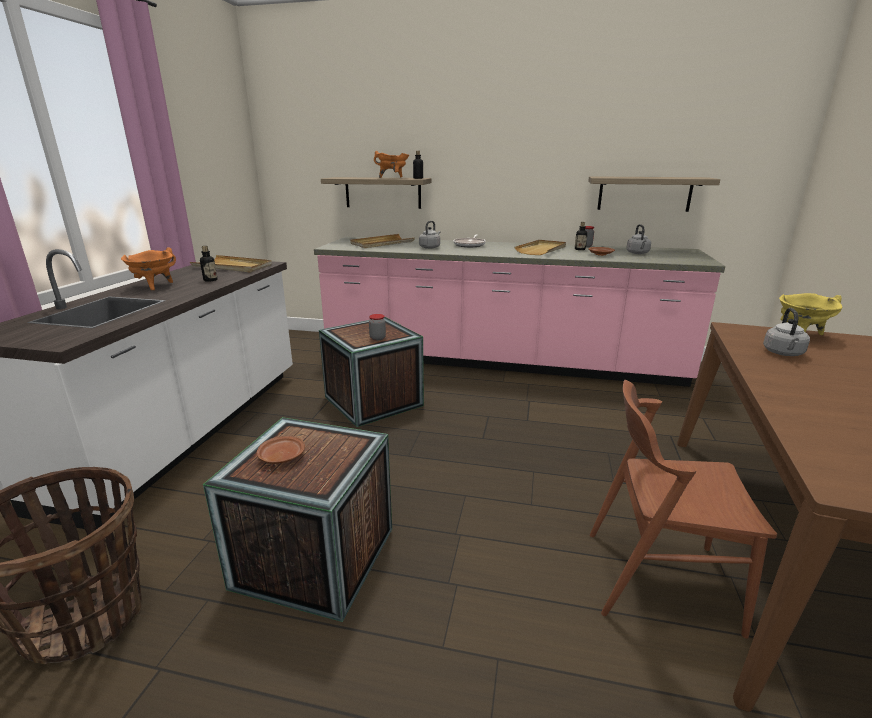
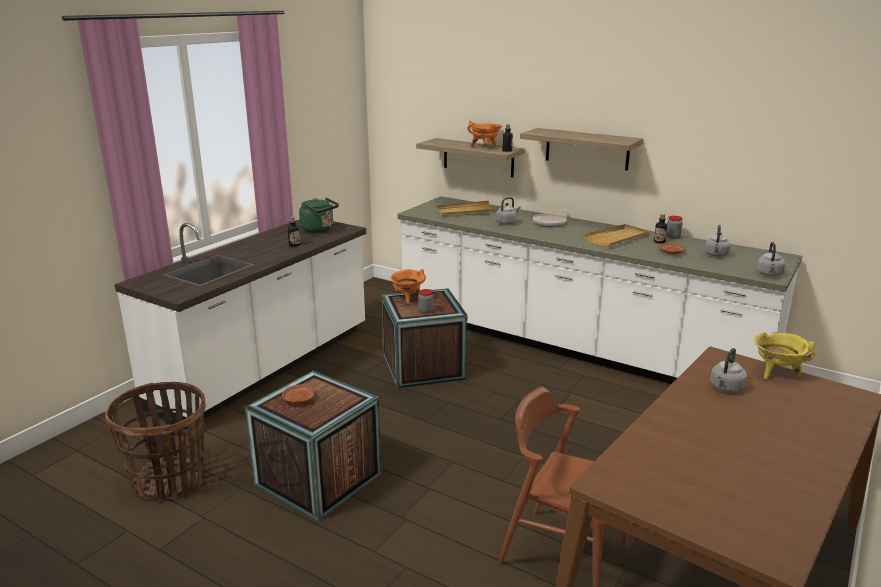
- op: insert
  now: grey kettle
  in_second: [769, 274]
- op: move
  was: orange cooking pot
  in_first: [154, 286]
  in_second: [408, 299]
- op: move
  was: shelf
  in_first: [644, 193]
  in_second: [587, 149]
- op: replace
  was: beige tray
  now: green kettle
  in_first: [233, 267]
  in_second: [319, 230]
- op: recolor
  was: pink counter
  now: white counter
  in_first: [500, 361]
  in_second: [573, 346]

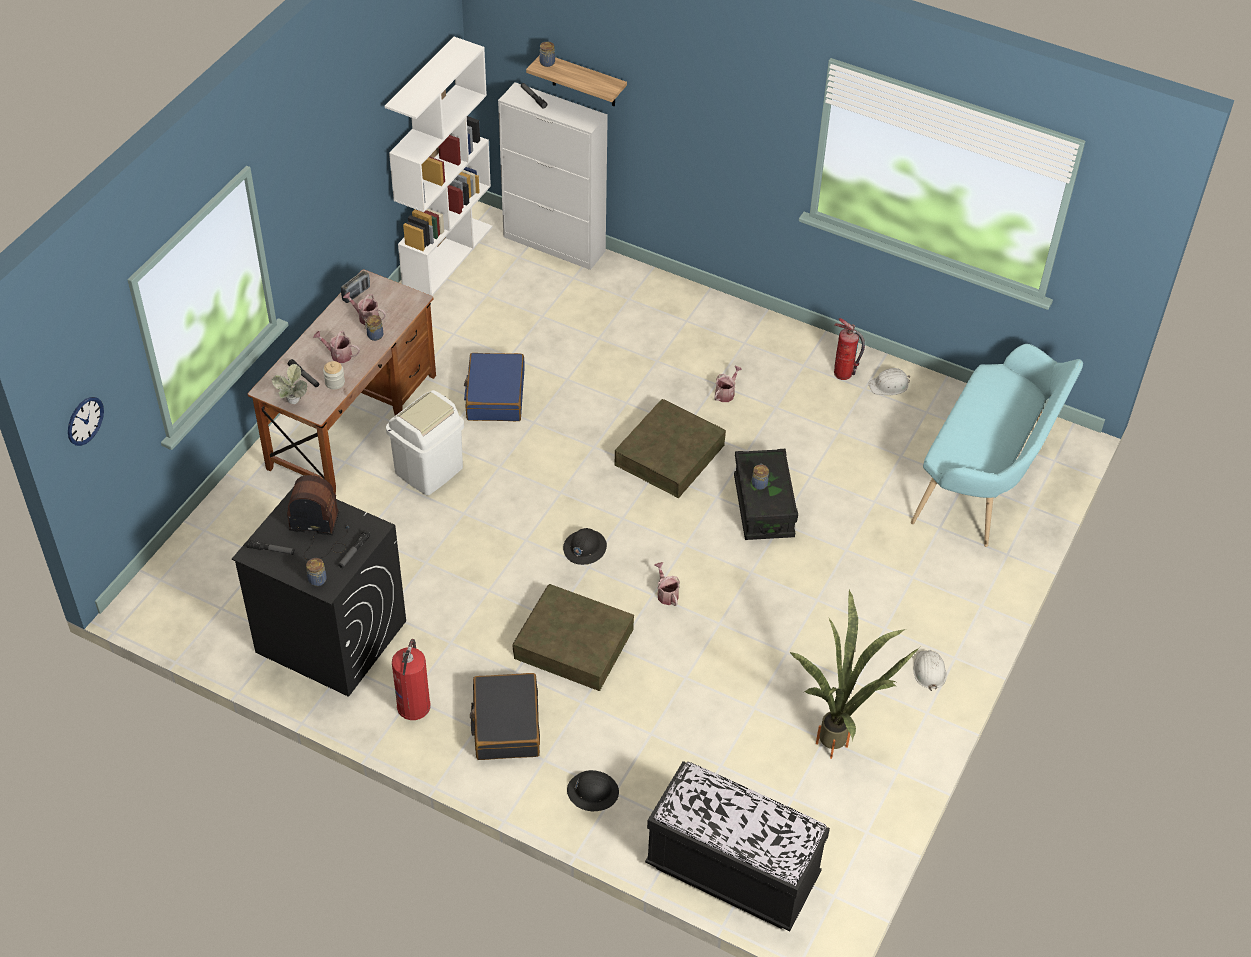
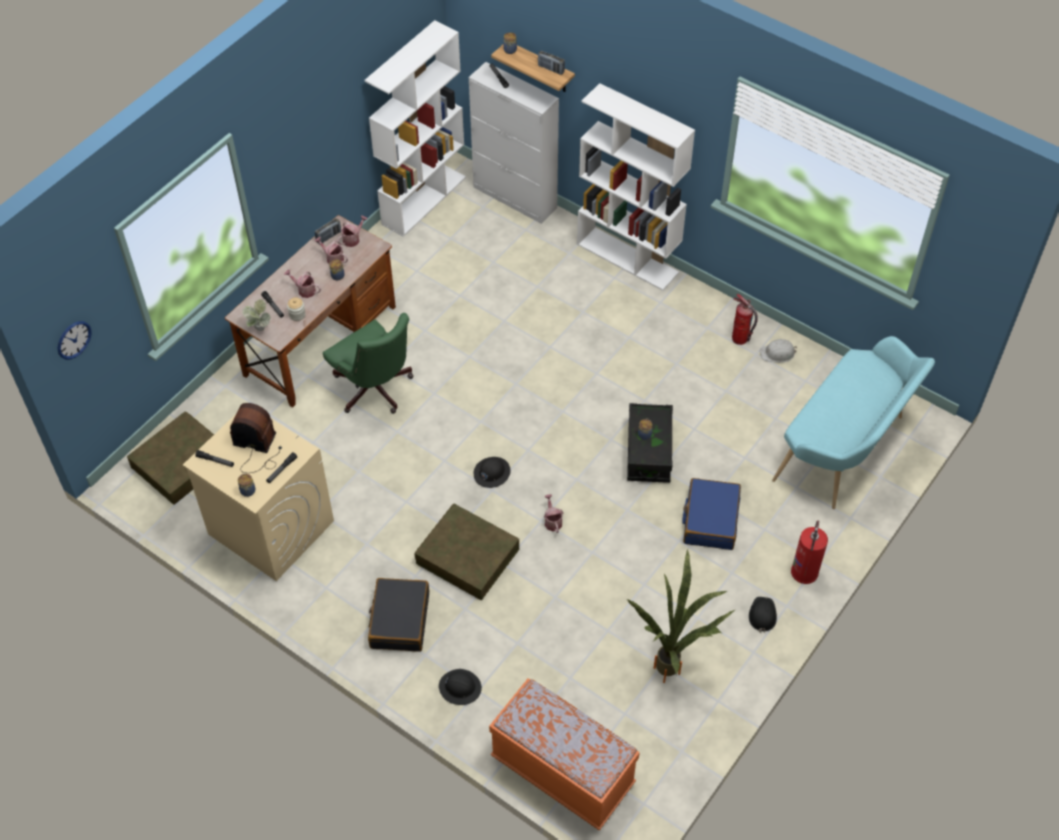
- op: insert
  now: radio
  in_second: [551, 69]
- op: insert
  now: white bookcase
  in_second: [628, 258]
- op: move
  was: fire extinguisher
  in_first: [414, 705]
  in_second: [805, 571]
- op: move
  was: blue suitcase
  in_first: [495, 395]
  in_second: [710, 520]
- op: move
  was: brown storage box
  in_first: [669, 455]
  in_second: [181, 462]
- op: move
  was: watering can
  in_first: [726, 393]
  in_second: [353, 239]
- op: replace
  was: white trash can
  now: green office chair
  in_first: [429, 471]
  in_second: [375, 391]
- op: recolor
  was: black washing machine
  now: beige washing machine
  in_first: [330, 636]
  in_second: [270, 527]
- op: recolor
  was: black bench
  now: orange bench
  in_first: [732, 872]
  in_second: [562, 772]
- op: recolor
  was: white hard hat
  now: black hard hat
  in_first: [929, 671]
  in_second: [762, 615]

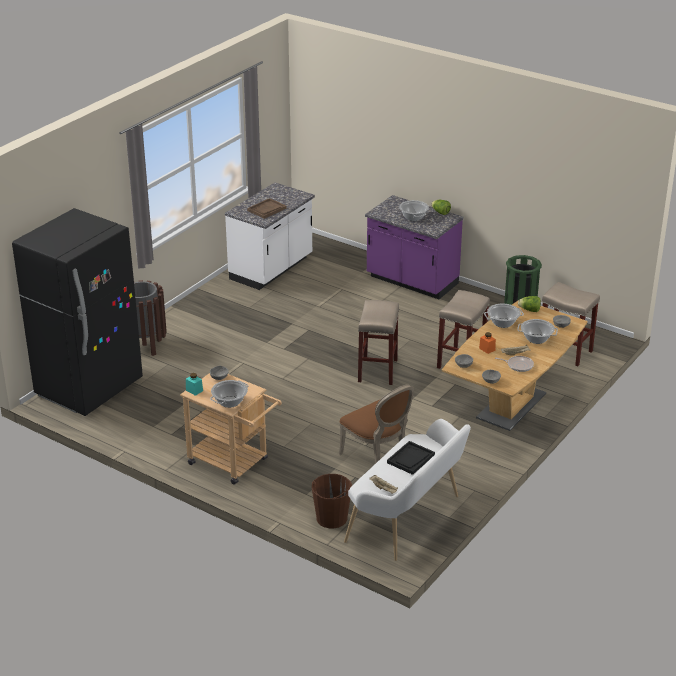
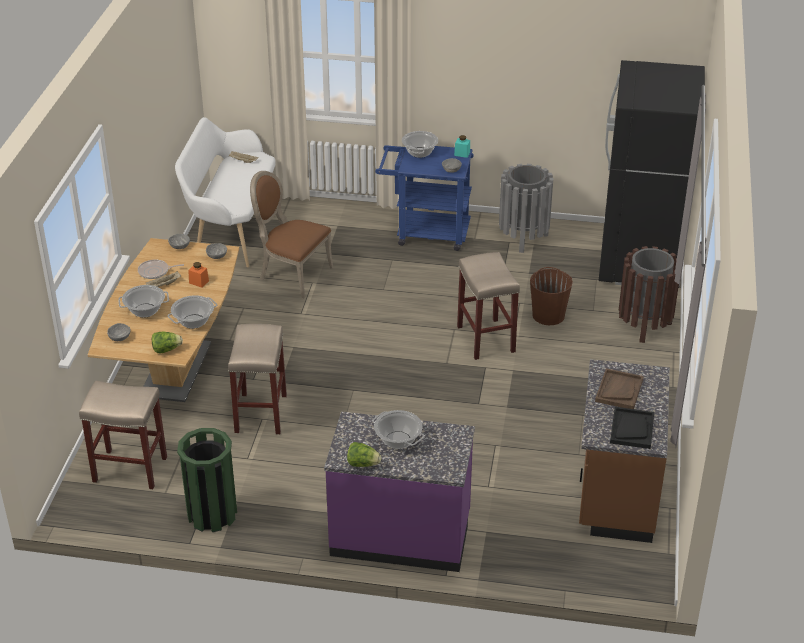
- op: insert
  now: grey trash can
  in_second: [523, 238]
- op: move
  was: brown bucket
  in_first: [331, 518]
  in_second: [548, 315]
- op: move
  was: beige stool
  in_first: [378, 371]
  in_second: [485, 338]
- op: move
  was: black tray
  in_first: [410, 459]
  in_second: [631, 429]
- op: recolor
  was: beige cart
  now: blue cart
  in_first: [233, 463]
  in_second: [425, 233]
- op: recolor
  was: white counter
  now: brown counter
  in_first: [272, 269]
  in_second: [615, 493]

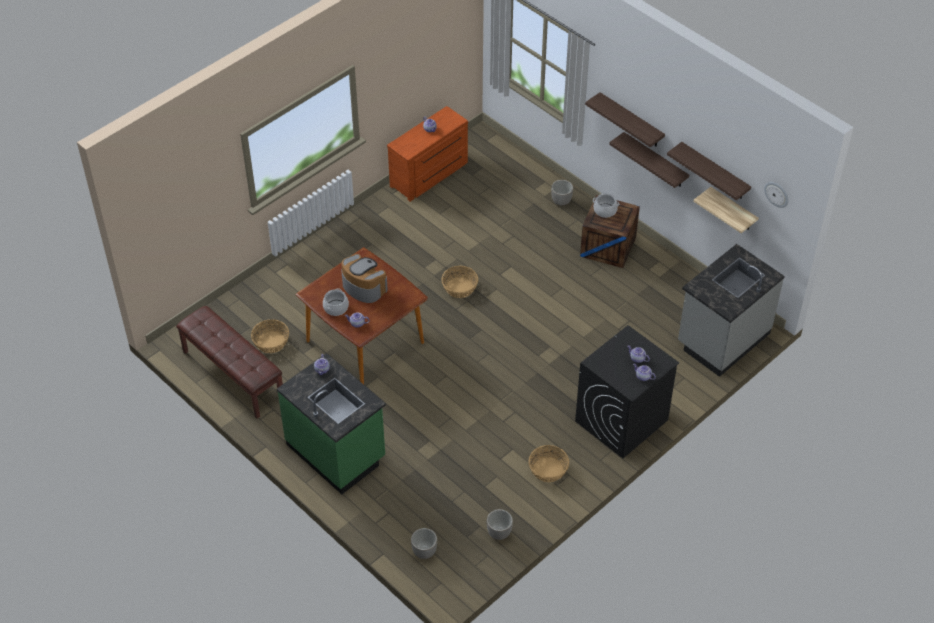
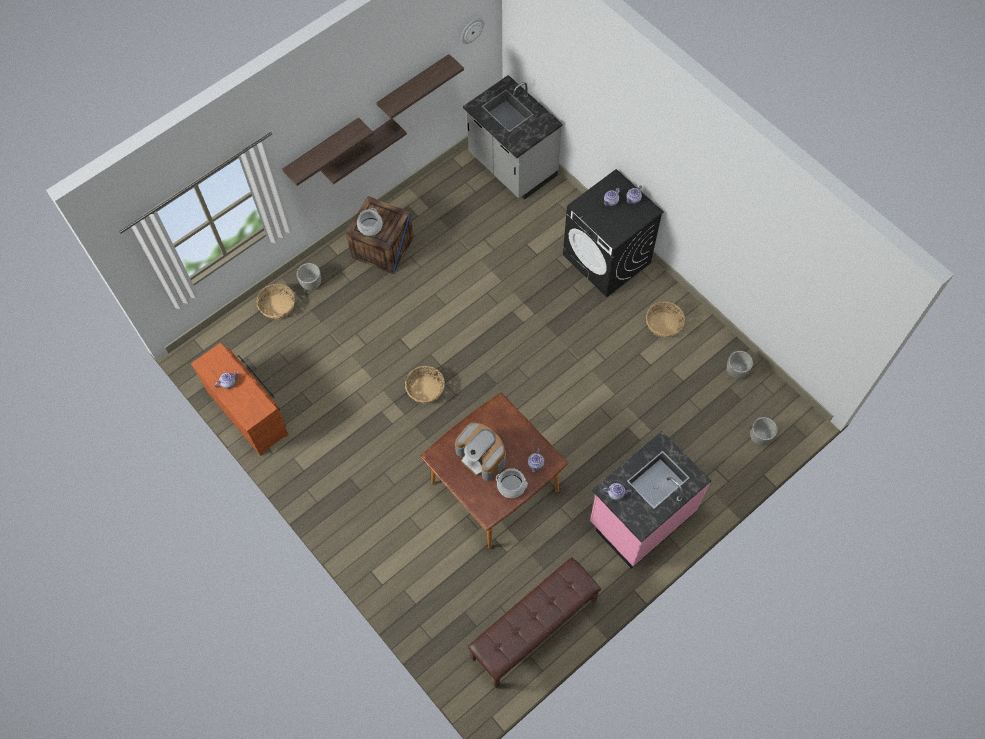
- op: delete
  was: shelf
  in_first: [733, 210]
- op: move
  was: basket
  in_first: [271, 342]
  in_second: [278, 306]
- op: recolor
  was: green counter
  now: pink counter
  in_first: [337, 451]
  in_second: [640, 517]
- op: rotate
  was: coffee machine
  in_first: [363, 287]
  in_second: [482, 456]
  clockwise: -90

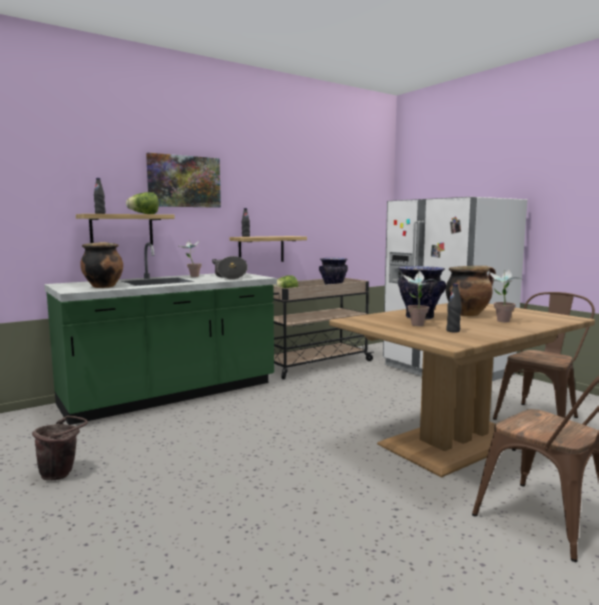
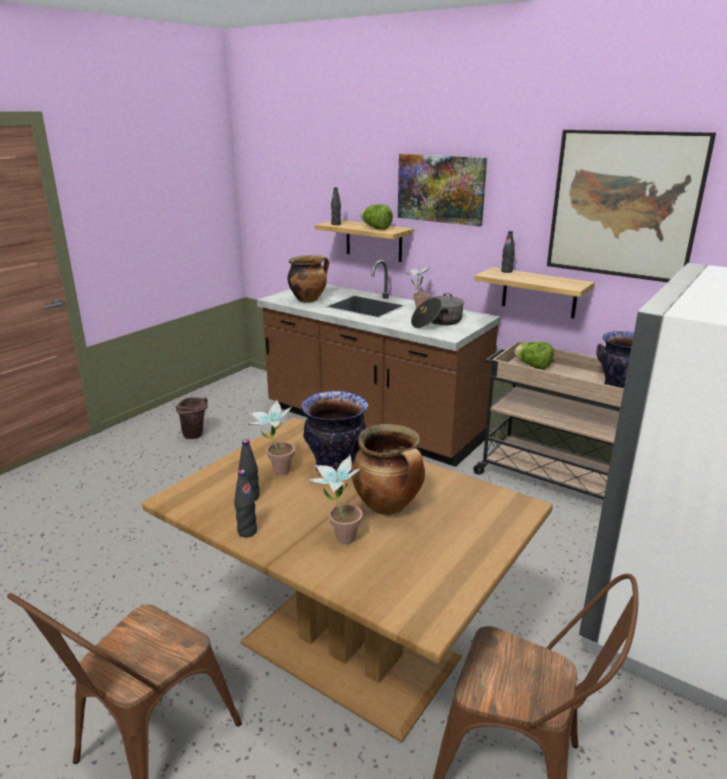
- op: insert
  now: black bottle
  in_second: [247, 532]
- op: insert
  now: picture
  in_second: [624, 205]
- op: recolor
  was: green counter
  now: brown counter
  in_first: [171, 394]
  in_second: [372, 425]

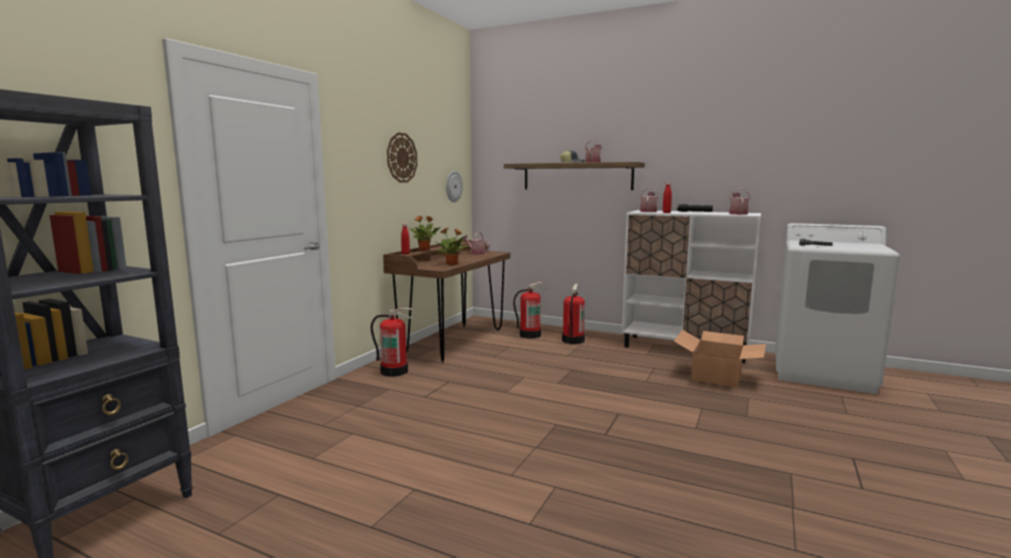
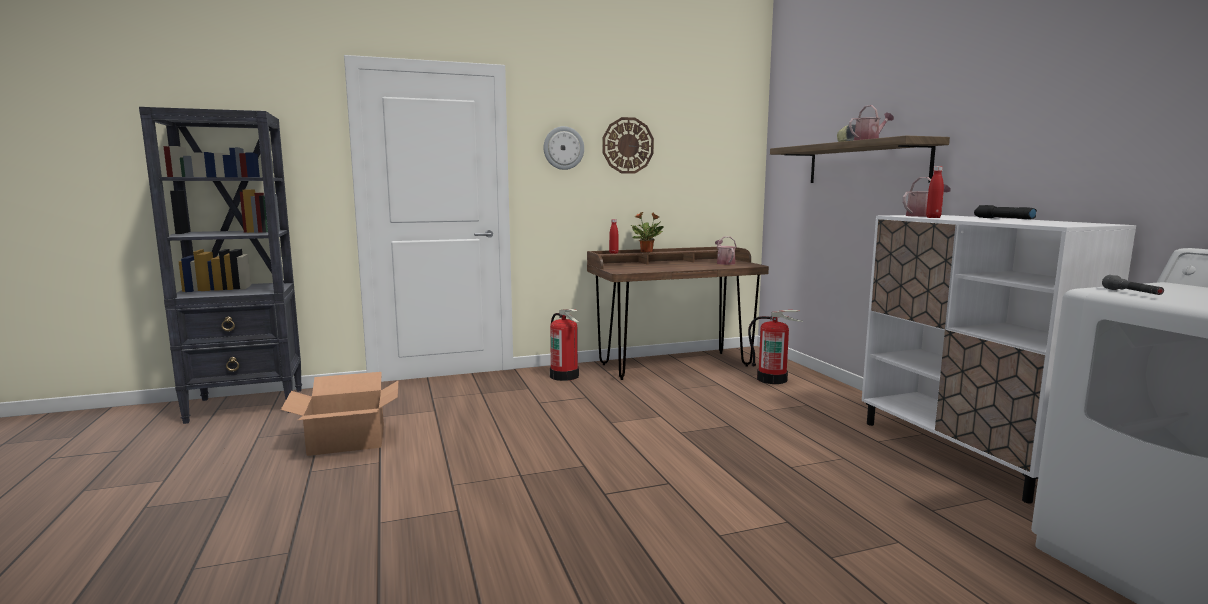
- op: delete
  was: potted plant
  in_first: [452, 264]
- op: delete
  was: fire extinguisher
  in_first: [572, 340]
- op: delete
  was: watering can
  in_first: [738, 213]
- op: move
  was: wall clock
  in_first: [453, 186]
  in_second: [563, 148]
- op: move
  was: cardboard box
  in_first: [717, 376]
  in_second: [347, 440]

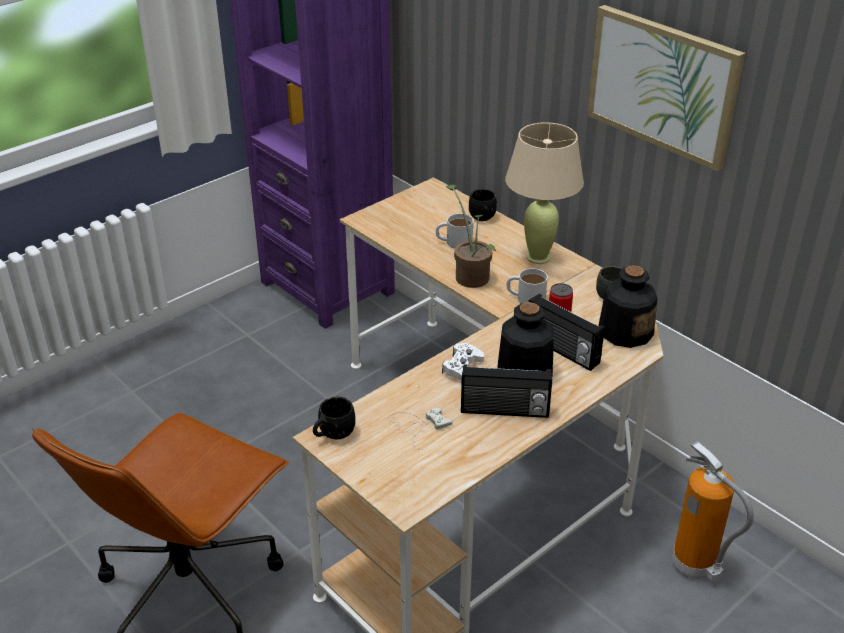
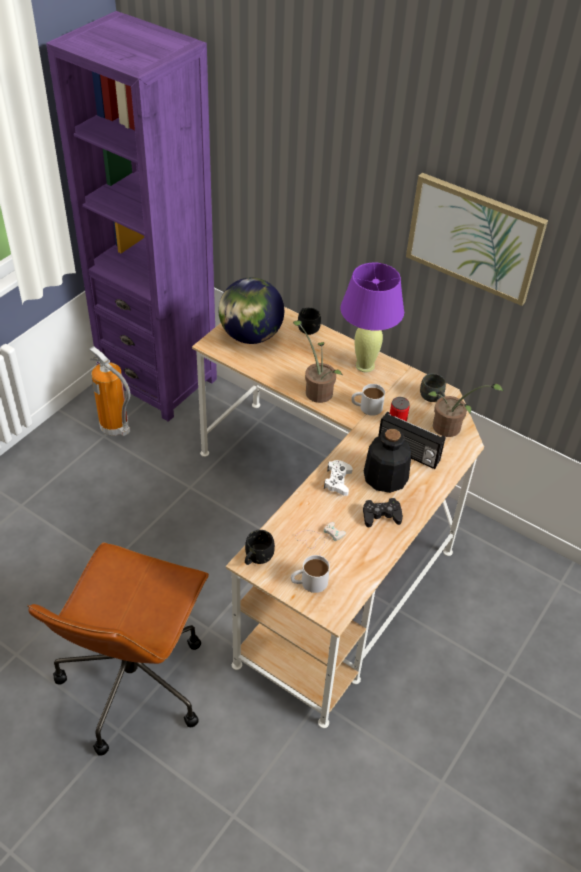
- op: insert
  now: globe
  in_second: [250, 336]
- op: move
  was: white mug
  in_first: [454, 242]
  in_second: [309, 582]
- op: move
  was: fire extinguisher
  in_first: [695, 566]
  in_second: [115, 428]
- op: replace
  was: radio
  now: black game controller
  in_first: [504, 411]
  in_second: [381, 516]
- op: replace
  was: bottle
  now: potted plant
  in_first: [625, 331]
  in_second: [450, 428]
- op: recolor
  was: beige table lamp
  now: purple table lamp
  in_first: [538, 257]
  in_second: [365, 366]

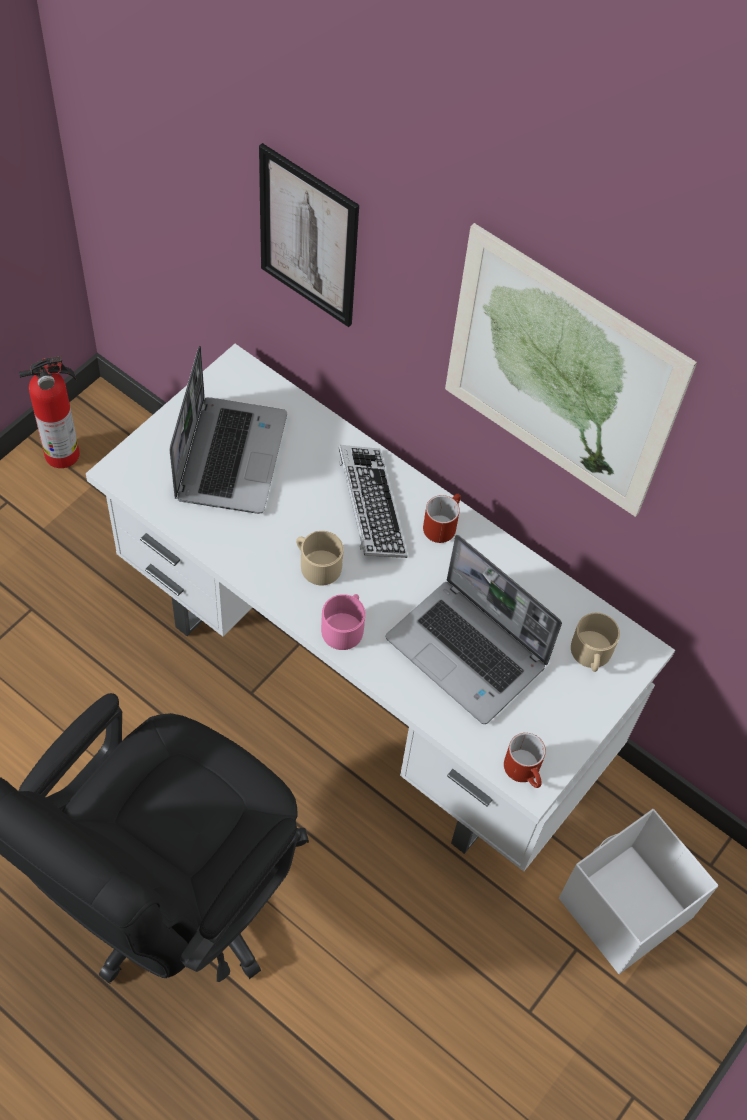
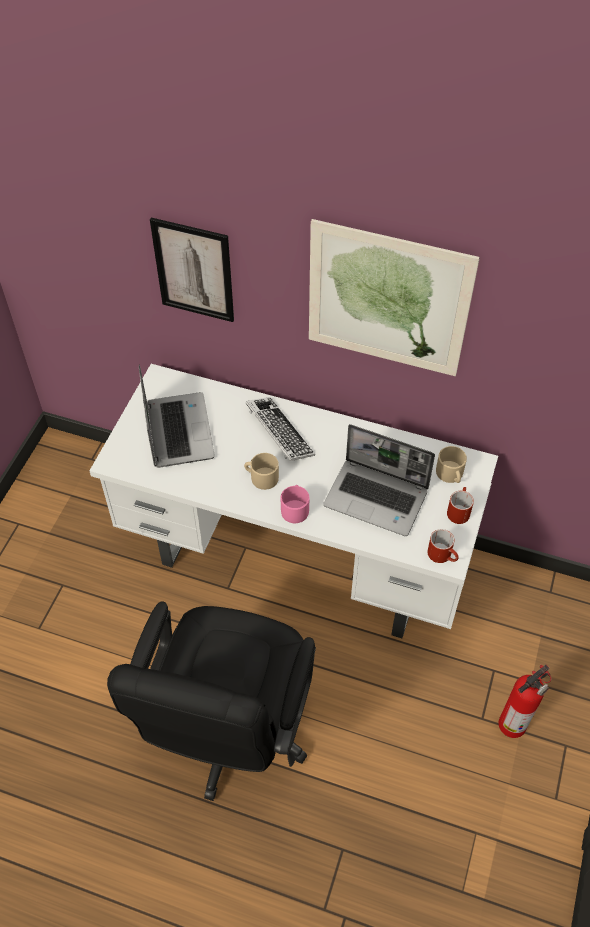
- op: delete
  was: white storage box
  in_first: [622, 909]
- op: move
  was: fire extinguisher
  in_first: [65, 453]
  in_second: [514, 723]
- op: move
  was: red mug
  in_first: [442, 523]
  in_second: [458, 510]

